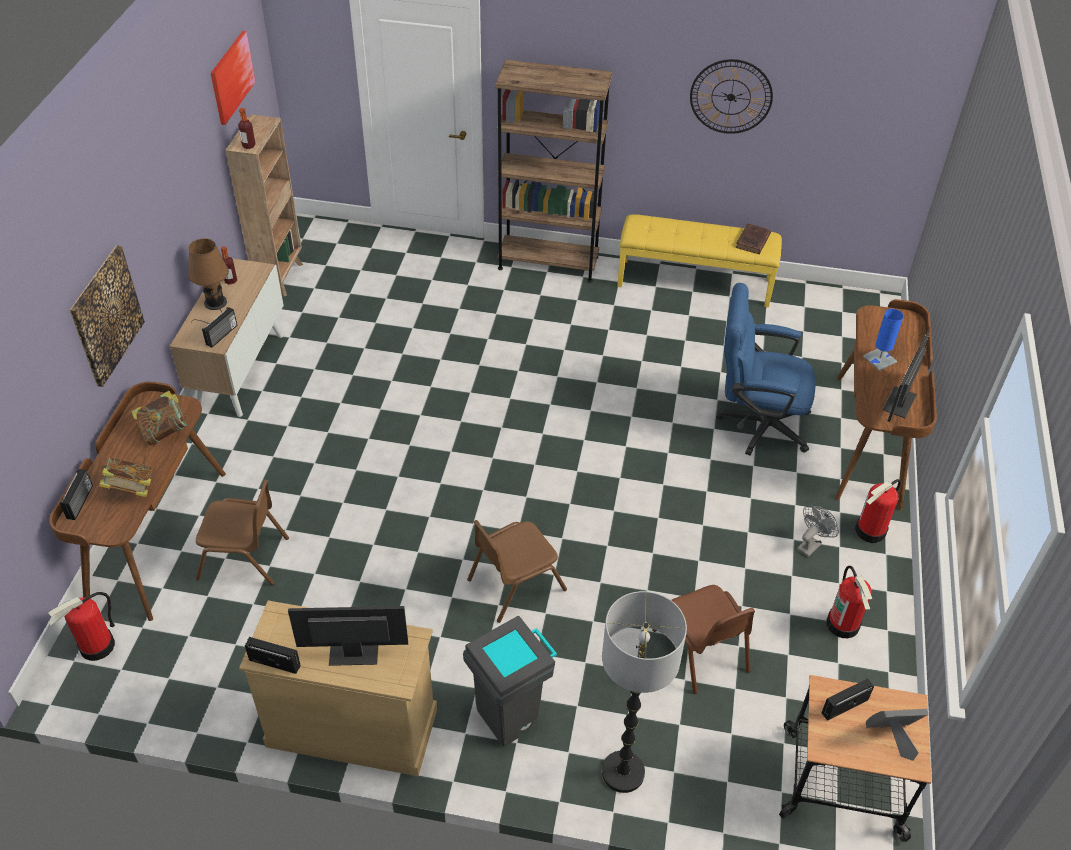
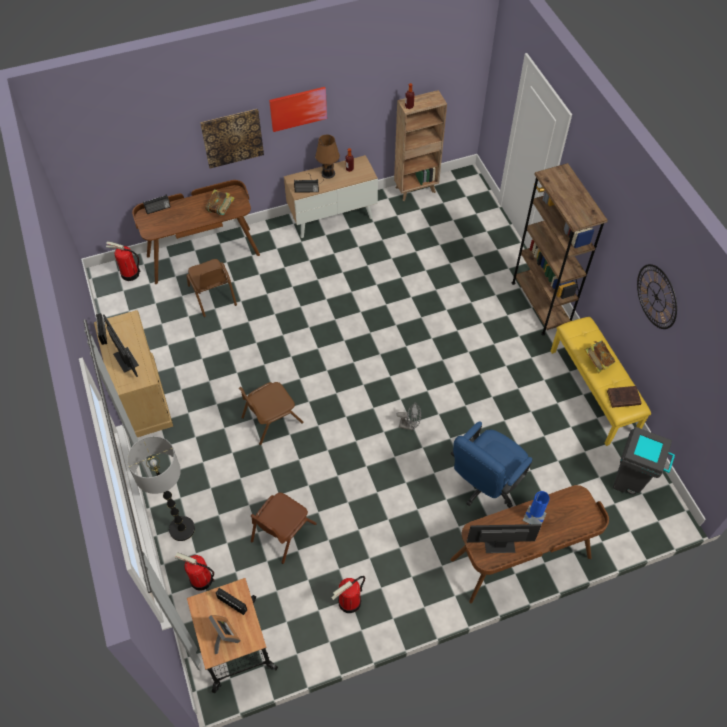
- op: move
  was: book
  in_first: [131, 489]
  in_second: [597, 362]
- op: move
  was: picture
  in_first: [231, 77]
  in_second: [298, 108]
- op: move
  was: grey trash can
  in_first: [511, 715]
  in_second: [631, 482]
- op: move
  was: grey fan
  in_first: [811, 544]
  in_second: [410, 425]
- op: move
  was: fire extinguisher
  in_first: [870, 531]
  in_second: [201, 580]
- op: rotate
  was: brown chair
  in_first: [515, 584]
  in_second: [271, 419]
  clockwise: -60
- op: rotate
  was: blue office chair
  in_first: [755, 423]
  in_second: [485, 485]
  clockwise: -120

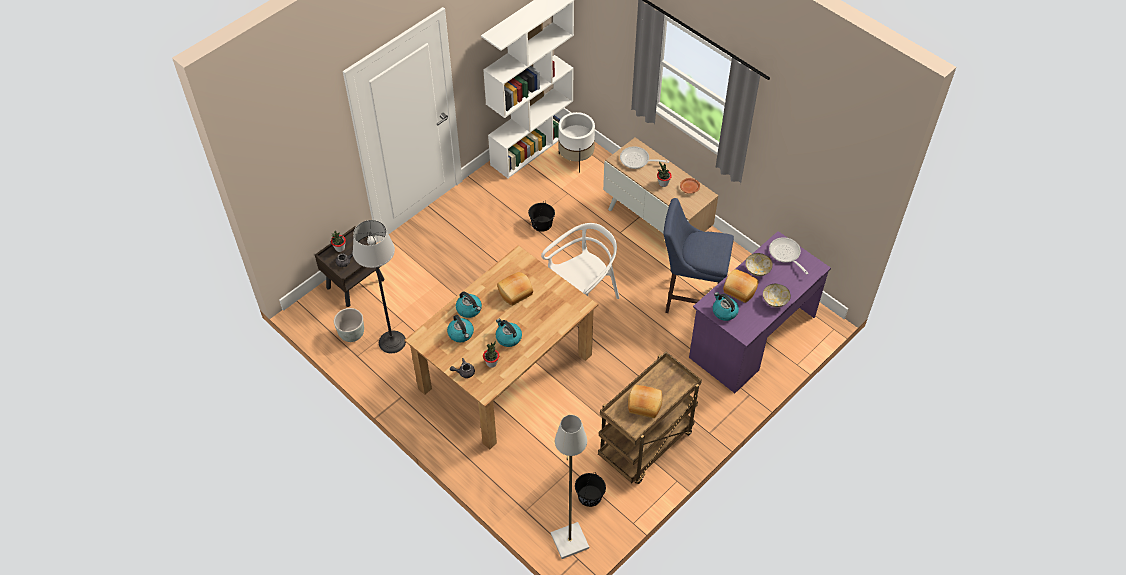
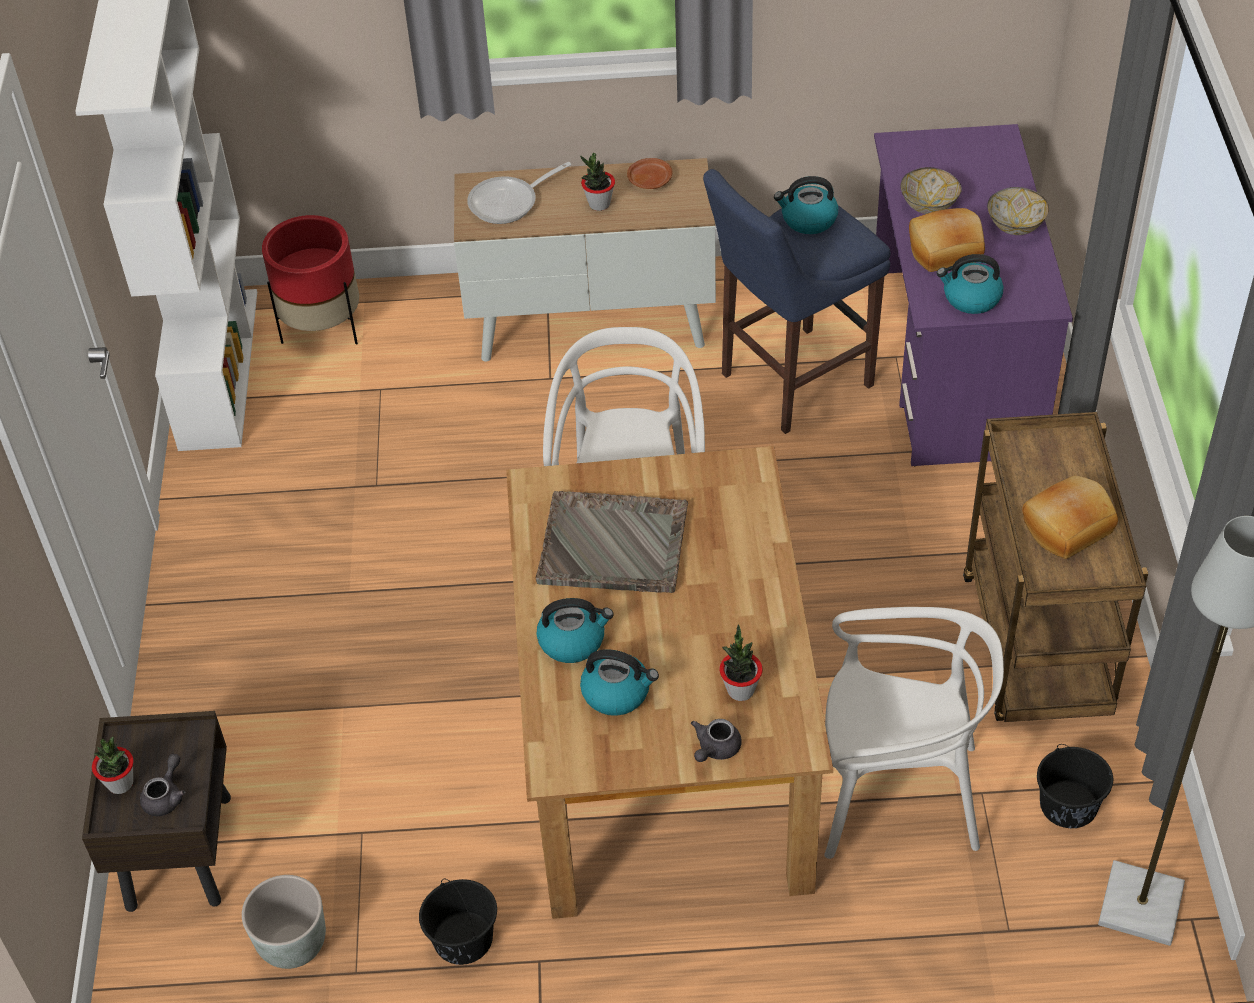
- op: delete
  was: floor lamp
  in_first: [392, 342]
- op: delete
  was: frying pan
  in_first: [786, 254]
- op: insert
  now: white chair
  in_second: [897, 794]
- op: move
  was: kettle
  in_first: [508, 337]
  in_second: [808, 220]
- op: move
  was: black bucket
  in_first: [542, 224]
  in_second: [463, 938]
- op: replace
  was: bread
  now: grey tray
  in_first: [515, 293]
  in_second: [614, 545]
- op: recolor
  was: white planter
  now: red planter
  in_first: [576, 158]
  in_second: [322, 328]

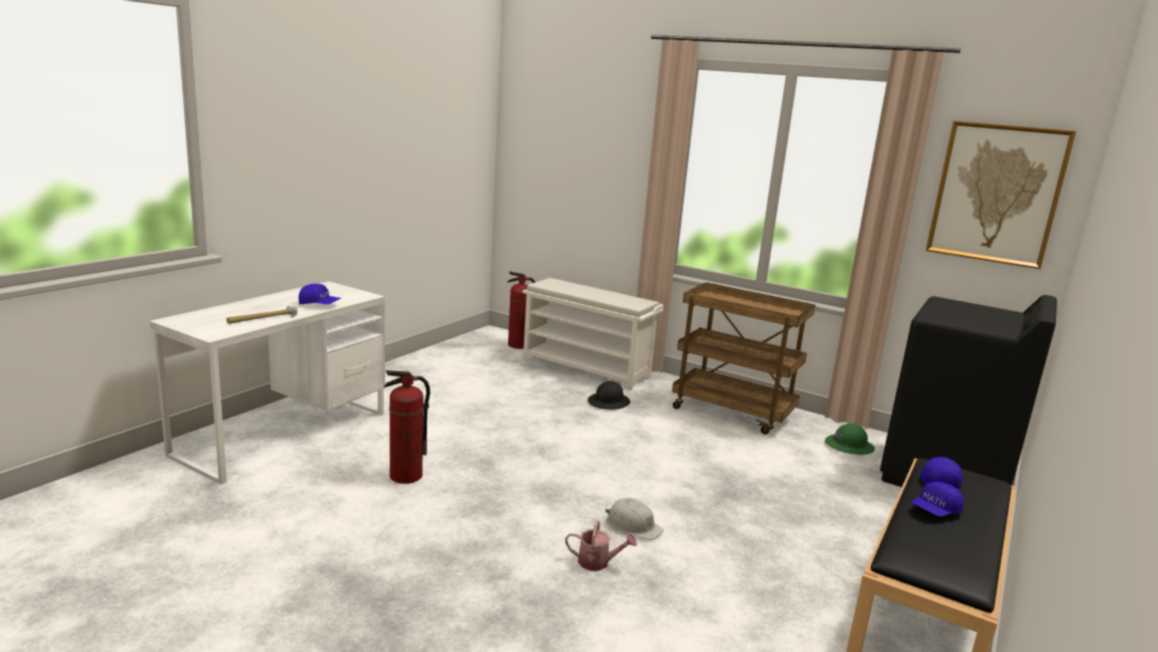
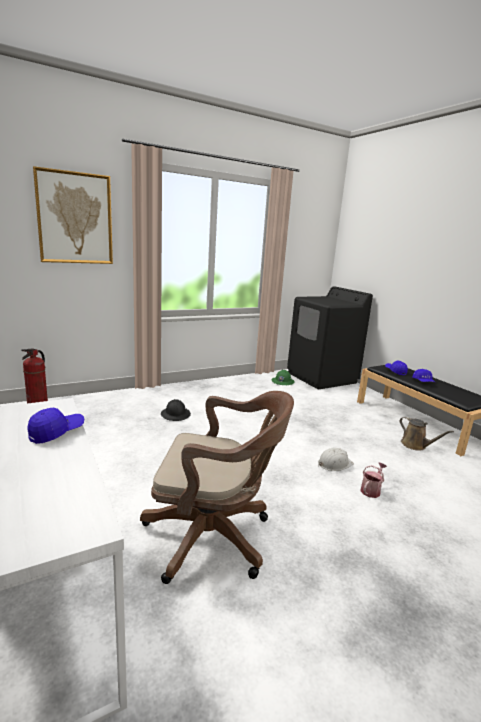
- op: delete
  was: hammer
  in_first: [263, 318]
- op: delete
  was: white shoe rack
  in_first: [587, 368]
- op: delete
  was: brown cart
  in_first: [733, 412]
- op: insert
  now: brown watering can
  in_second: [415, 445]
- op: move
  was: picture
  in_first: [996, 194]
  in_second: [75, 218]
- op: replace
  was: fire extinguisher
  now: brown office chair
  in_first: [406, 476]
  in_second: [214, 537]

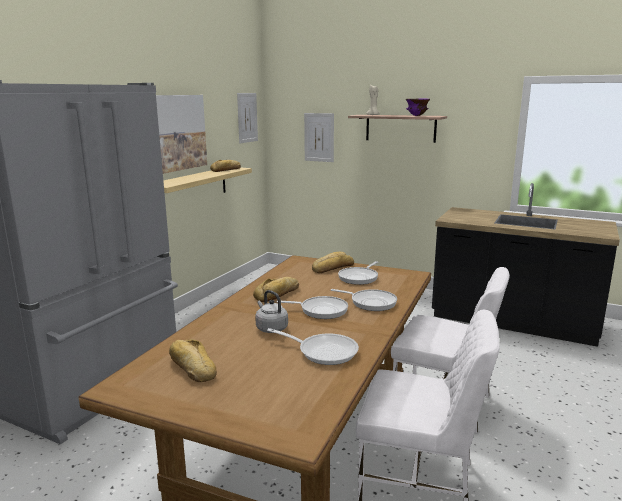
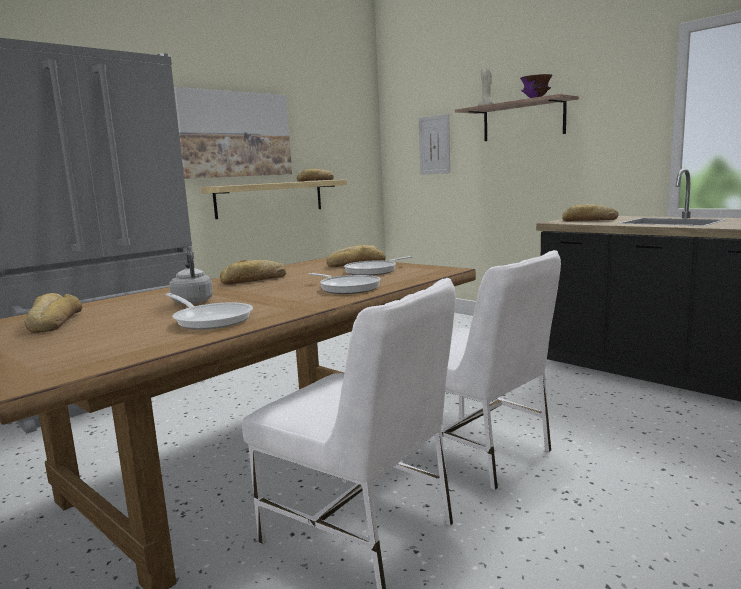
- op: delete
  was: picture
  in_first: [247, 117]
- op: delete
  was: frying pan
  in_first: [321, 310]
- op: insert
  now: bread
  in_second: [590, 220]

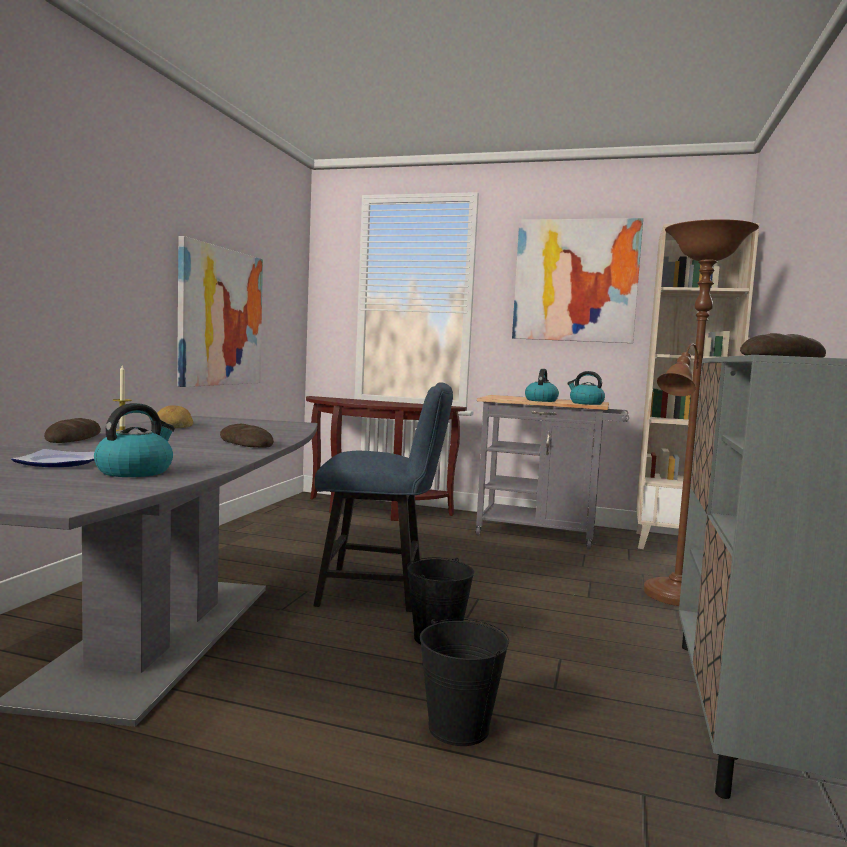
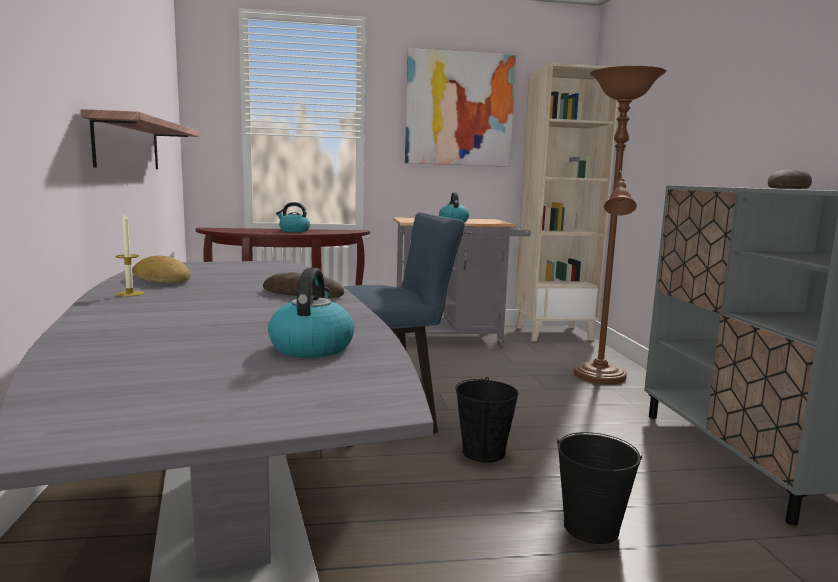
- op: delete
  was: plate
  in_first: [59, 463]
- op: delete
  was: bread
  in_first: [74, 438]
- op: move
  was: kettle
  in_first: [585, 403]
  in_second: [293, 231]
- op: replace
  was: picture
  now: shelf
  in_first: [221, 317]
  in_second: [128, 144]

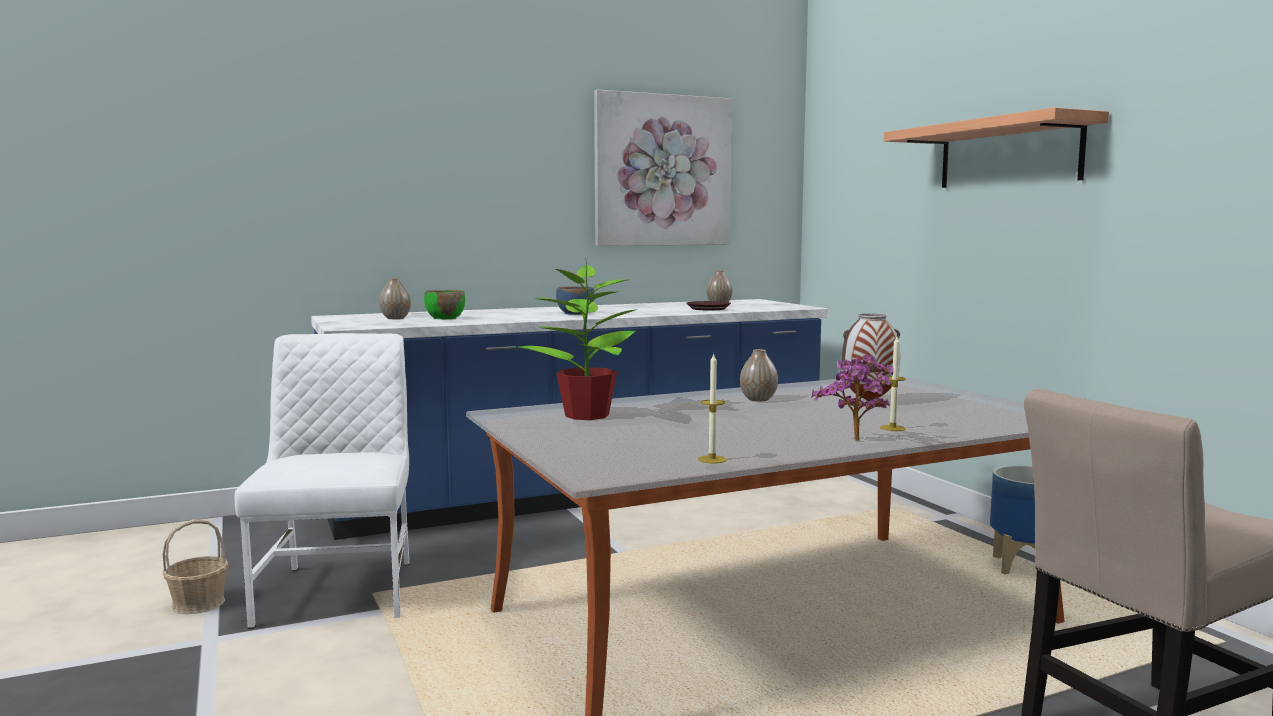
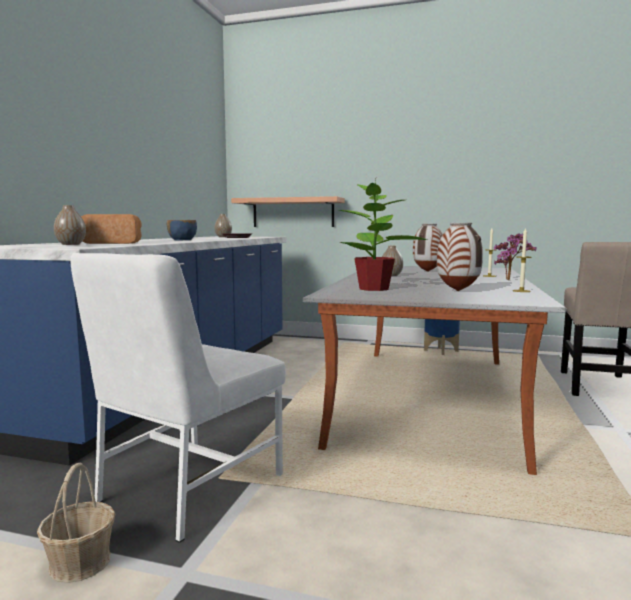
- op: delete
  was: picture
  in_first: [663, 171]
- op: insert
  now: vase
  in_second: [458, 291]
- op: move
  was: shelf
  in_first: [1008, 154]
  in_second: [293, 213]
- op: replace
  was: green bowl
  now: bread
  in_first: [445, 318]
  in_second: [113, 243]
- op: rotate
  was: white chair
  in_first: [340, 591]
  in_second: [187, 489]
  clockwise: -90

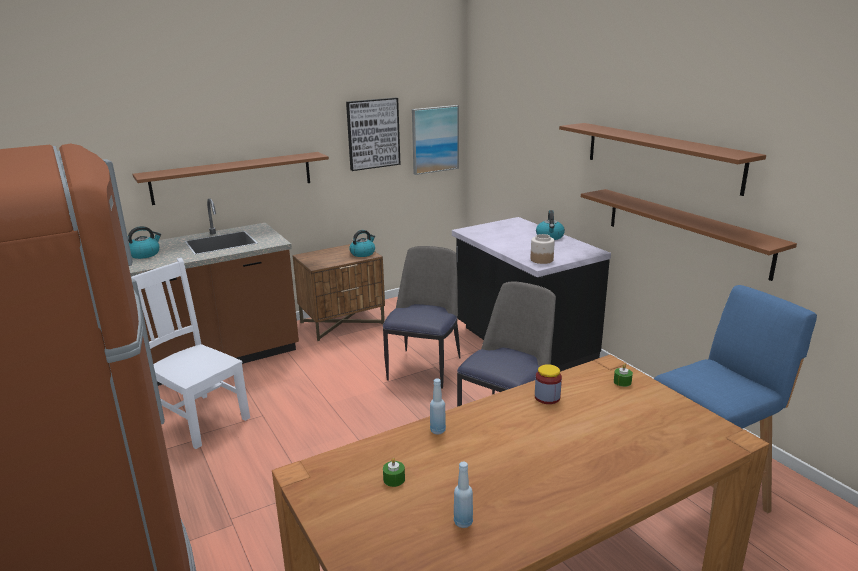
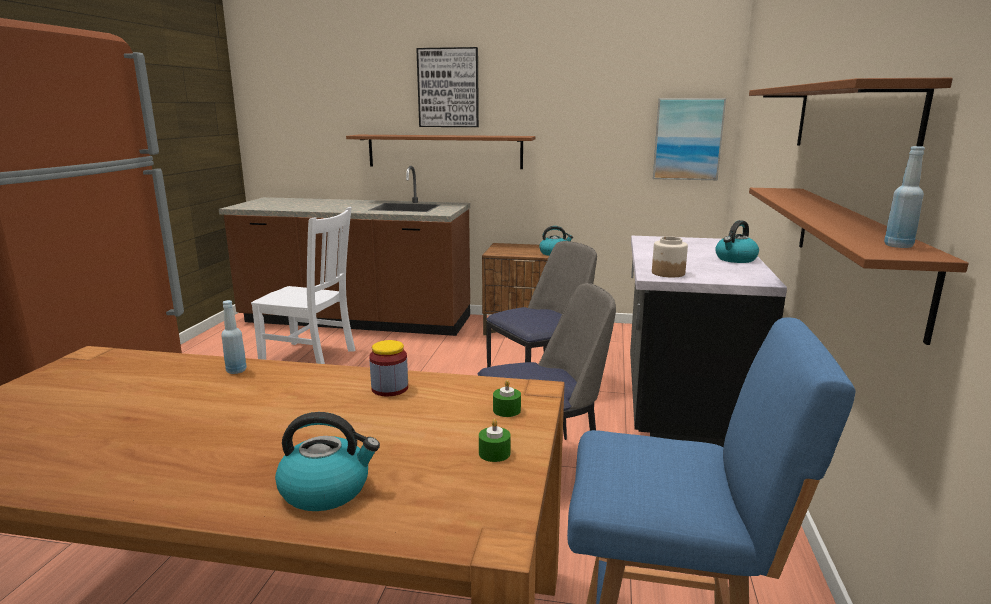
- op: move
  was: kettle
  in_first: [145, 254]
  in_second: [326, 490]
- op: move
  was: picture
  in_first: [373, 133]
  in_second: [448, 88]
- op: move
  was: green candle
  in_first: [394, 479]
  in_second: [494, 453]
- op: move
  was: blue bottle
  in_first: [463, 522]
  in_second: [898, 246]
- op: rotate
  was: white chair
  in_first: [198, 418]
  in_second: [311, 357]
  clockwise: 120

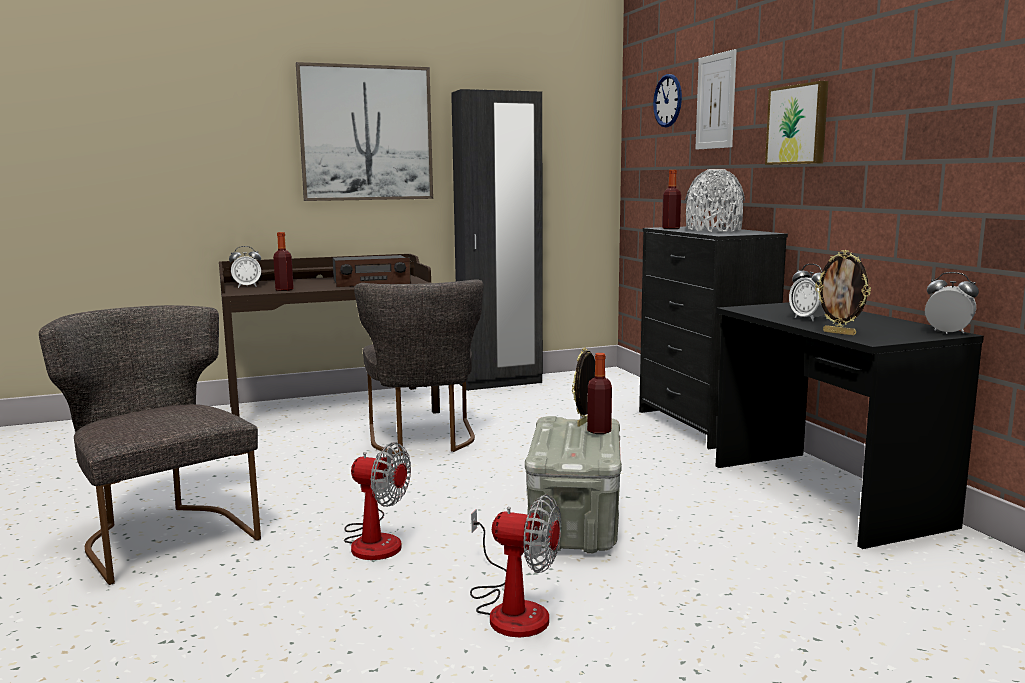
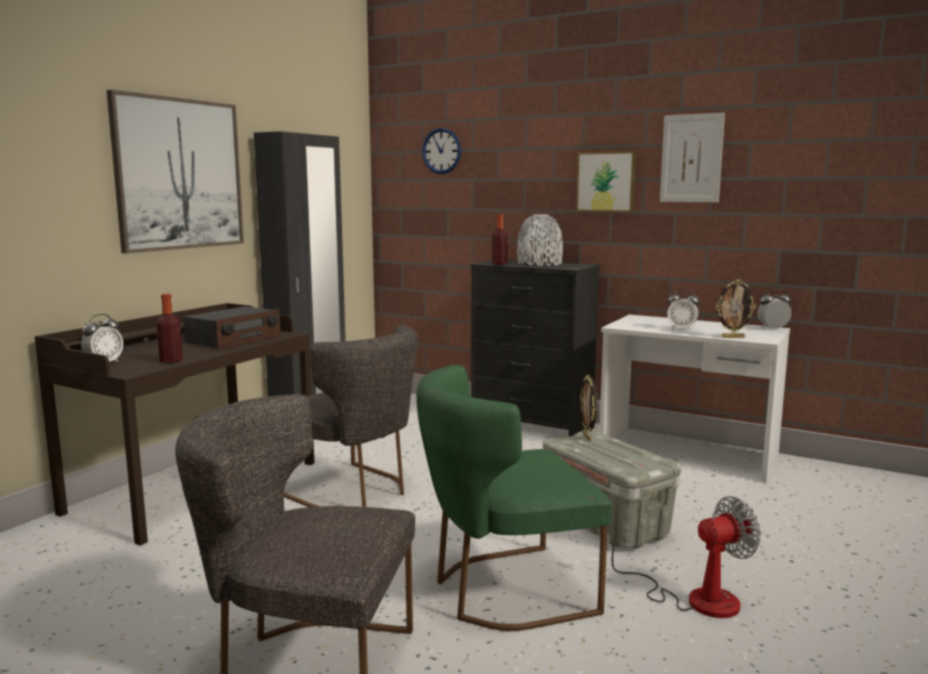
- op: delete
  was: bottle
  in_first: [599, 431]
- op: move
  was: picture
  in_first: [715, 101]
  in_second: [691, 158]
- op: replace
  was: fan
  now: green chair
  in_first: [374, 540]
  in_second: [503, 591]
- op: recolor
  was: black desk
  now: white desk
  in_first: [824, 495]
  in_second: [687, 454]

